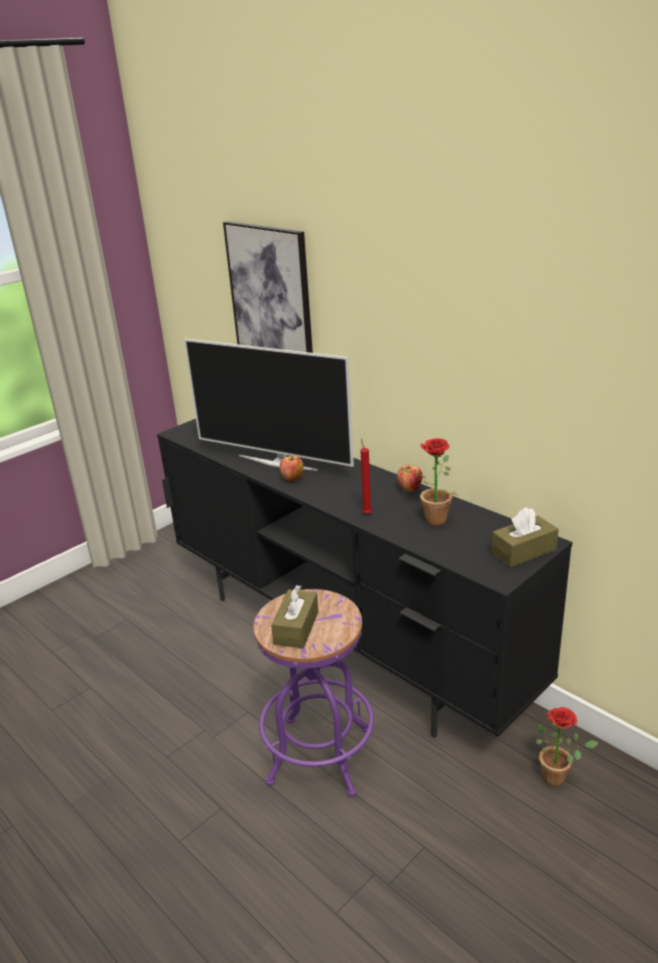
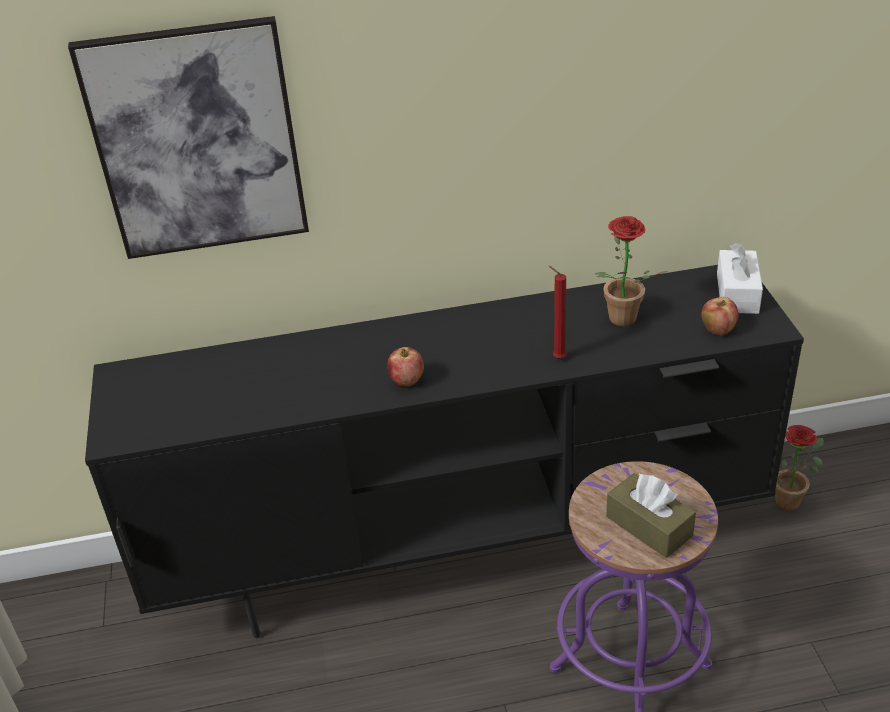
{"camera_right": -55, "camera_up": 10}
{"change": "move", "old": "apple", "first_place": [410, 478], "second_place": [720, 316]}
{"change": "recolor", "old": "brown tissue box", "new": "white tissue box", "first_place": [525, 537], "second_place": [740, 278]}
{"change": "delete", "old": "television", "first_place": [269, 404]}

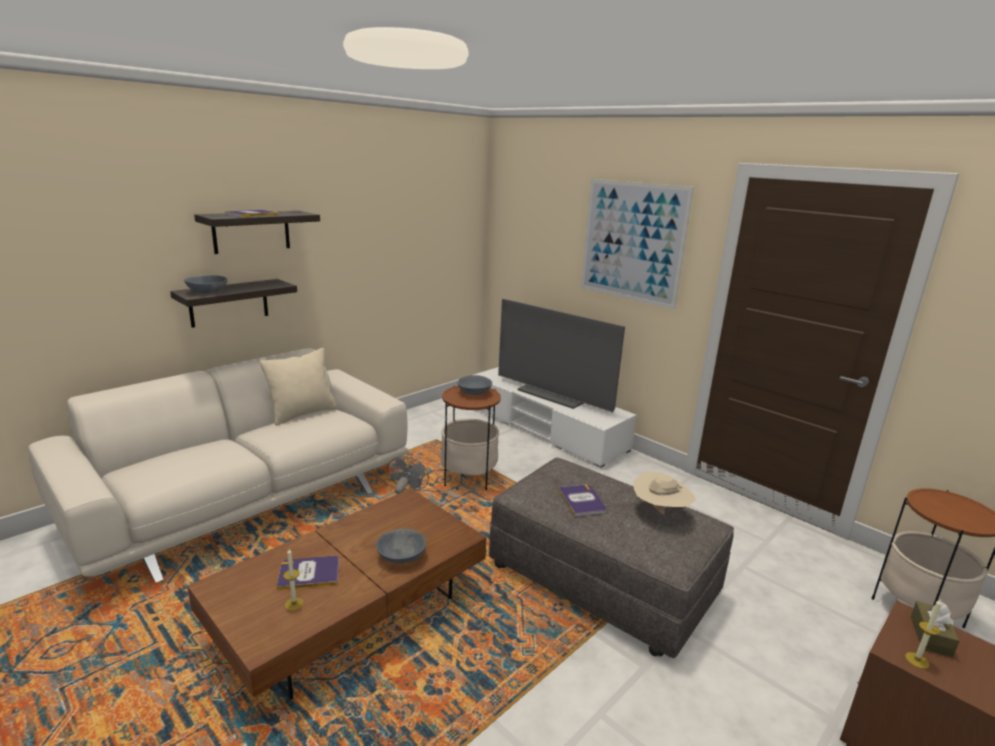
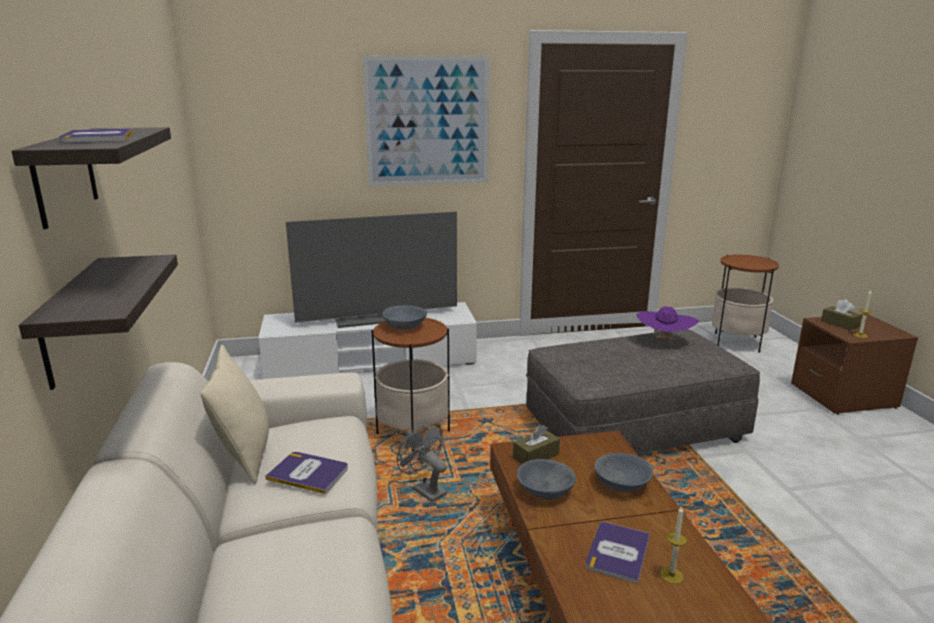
{"camera_right": -55, "camera_up": 0}
{"change": "move", "old": "book", "first_place": [582, 501], "second_place": [306, 473]}
{"change": "insert", "new": "brown tissue box", "second_place": [536, 444]}
{"change": "move", "old": "grey bowl", "first_place": [205, 284], "second_place": [546, 479]}
{"change": "recolor", "old": "beige hat", "new": "purple hat", "first_place": [664, 493], "second_place": [667, 323]}

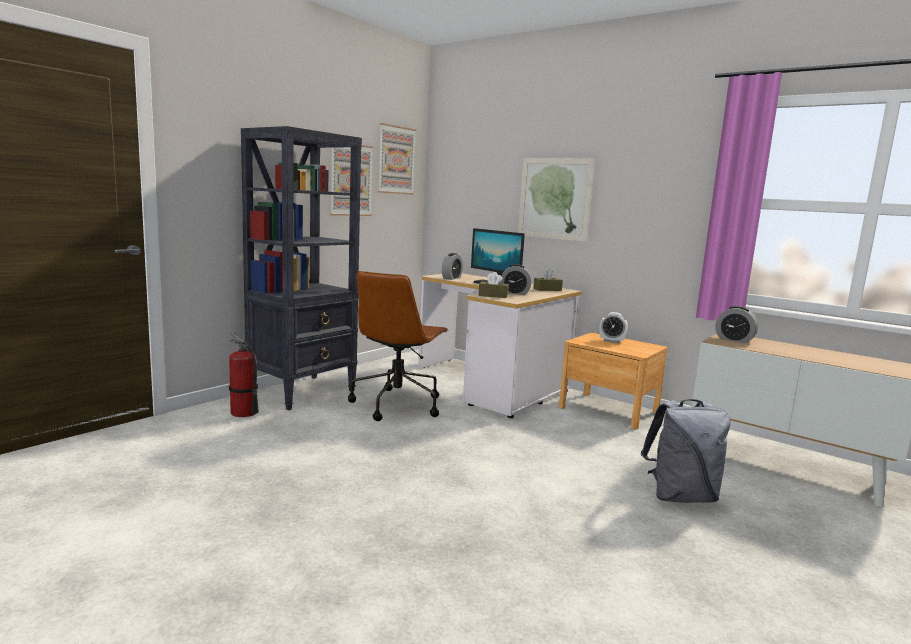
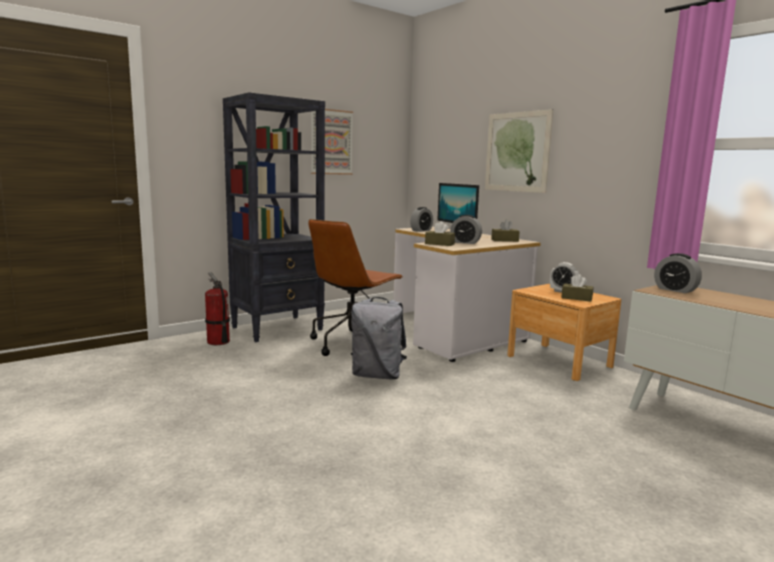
{"camera_right": 15, "camera_up": 0}
{"change": "move", "old": "grey backpack", "first_place": [685, 451], "second_place": [379, 338]}
{"change": "insert", "new": "brown tissue box", "second_place": [577, 288]}
{"change": "delete", "old": "picture", "first_place": [397, 159]}

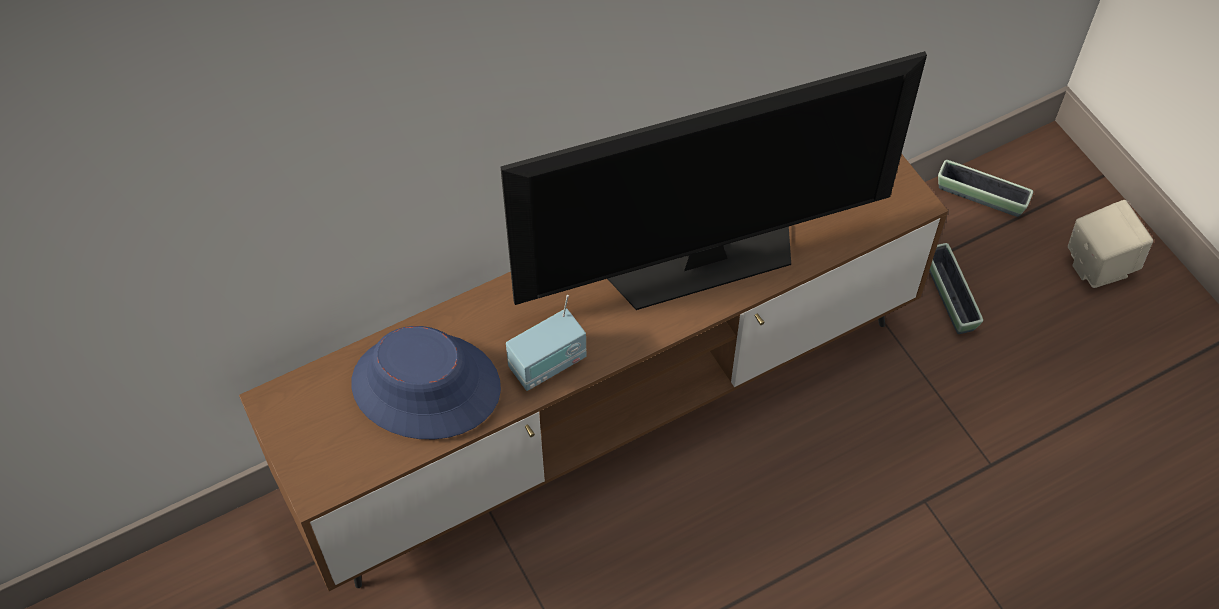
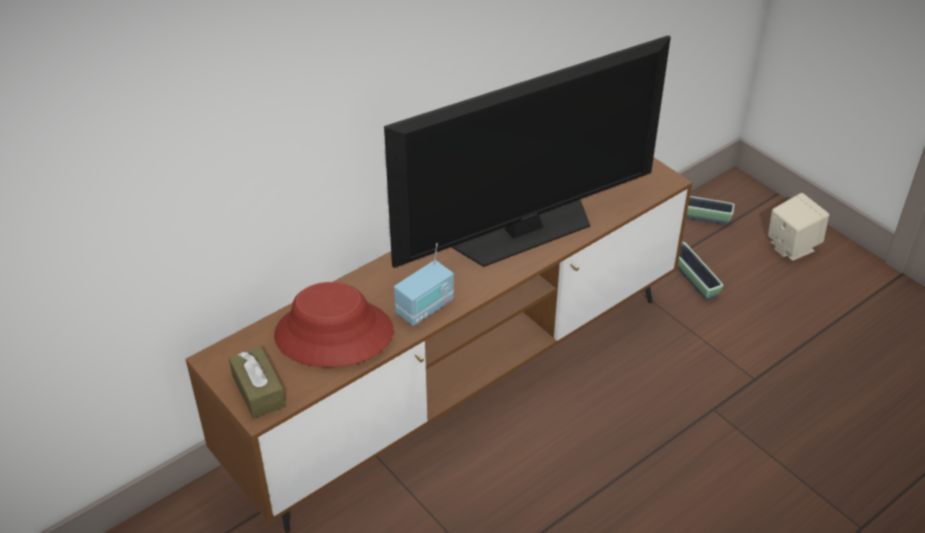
{"camera_right": -10, "camera_up": -15}
{"change": "insert", "new": "brown tissue box", "second_place": [257, 382]}
{"change": "recolor", "old": "blue hat", "new": "red hat", "first_place": [426, 382], "second_place": [334, 325]}

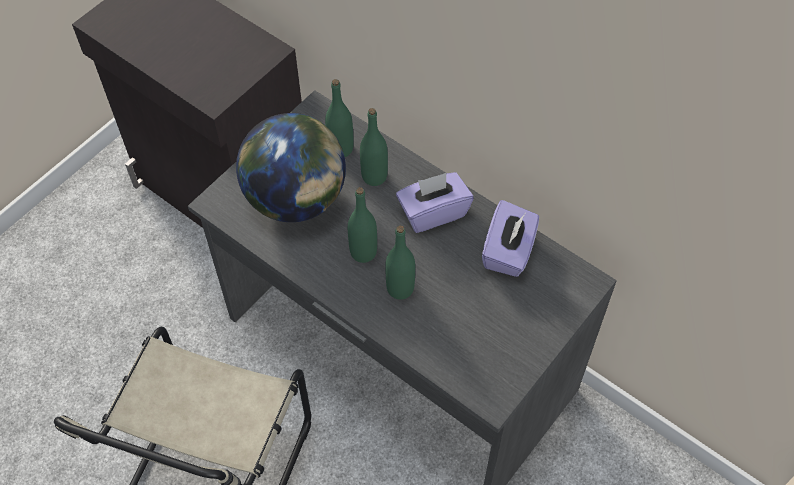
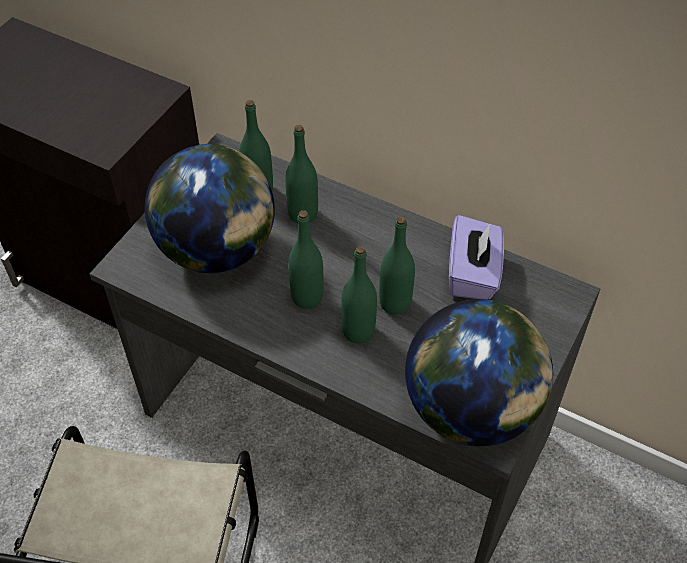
{"camera_right": -10, "camera_up": -5}
{"change": "insert", "new": "green bottle", "second_place": [397, 265]}
{"change": "insert", "new": "globe", "second_place": [479, 372]}
{"change": "delete", "old": "purple tissue box", "first_place": [434, 202]}

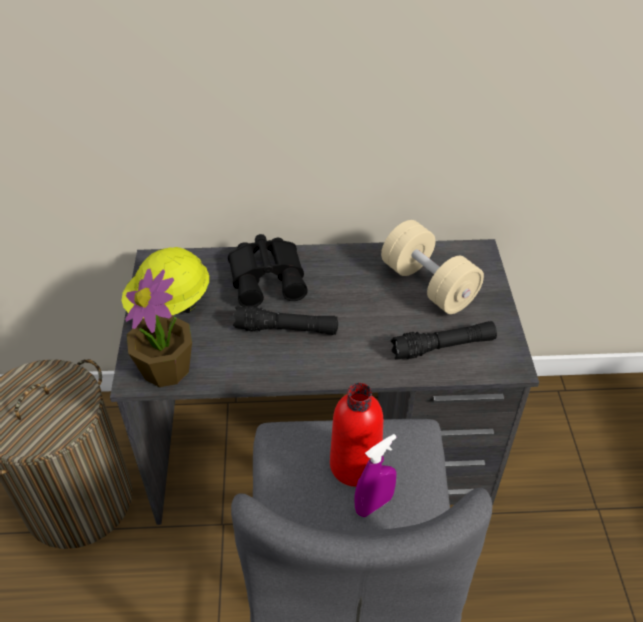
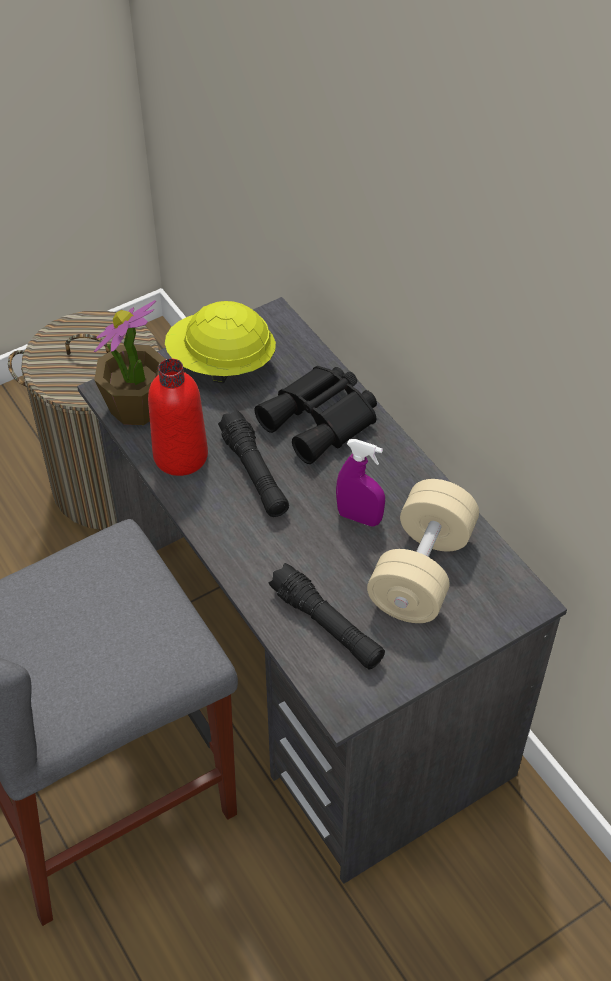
{"camera_right": 60, "camera_up": 5}
{"change": "move", "old": "red bottle", "first_place": [356, 435], "second_place": [178, 417]}
{"change": "move", "old": "purple spray bottle", "first_place": [375, 475], "second_place": [360, 483]}

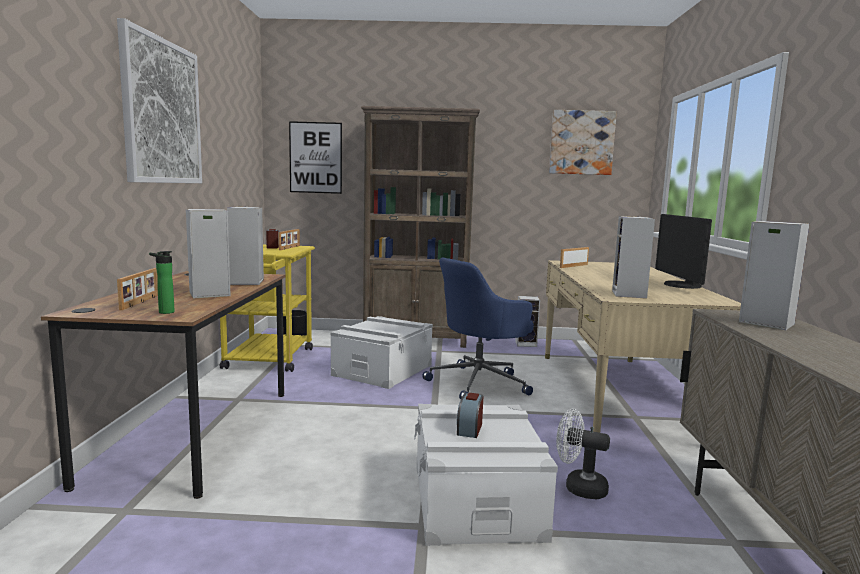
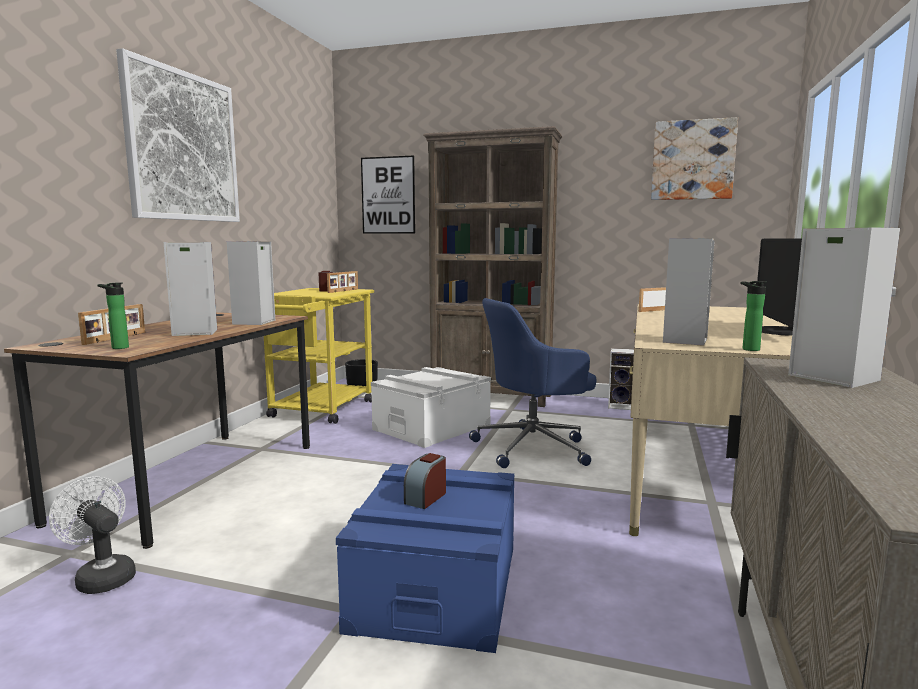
{"camera_right": 15, "camera_up": 0}
{"change": "move", "old": "white fan", "first_place": [583, 454], "second_place": [92, 535]}
{"change": "recolor", "old": "white storage box", "new": "blue storage box", "first_place": [486, 475], "second_place": [425, 558]}
{"change": "insert", "new": "bottle", "second_place": [753, 316]}

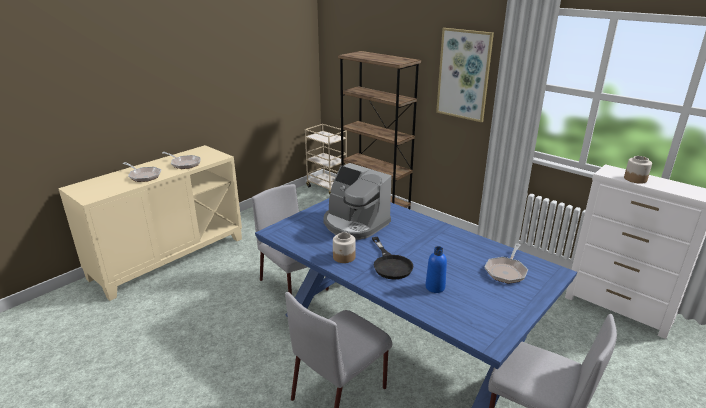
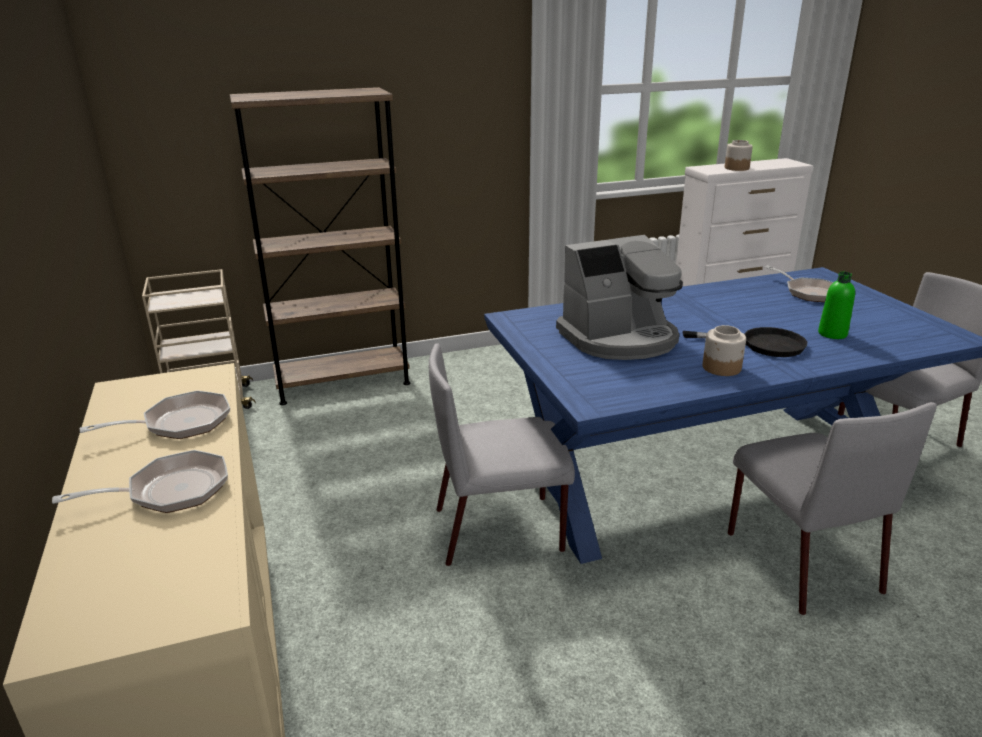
{"camera_right": -60, "camera_up": 0}
{"change": "recolor", "old": "blue bottle", "new": "green bottle", "first_place": [436, 269], "second_place": [836, 305]}
{"change": "delete", "old": "picture", "first_place": [465, 75]}

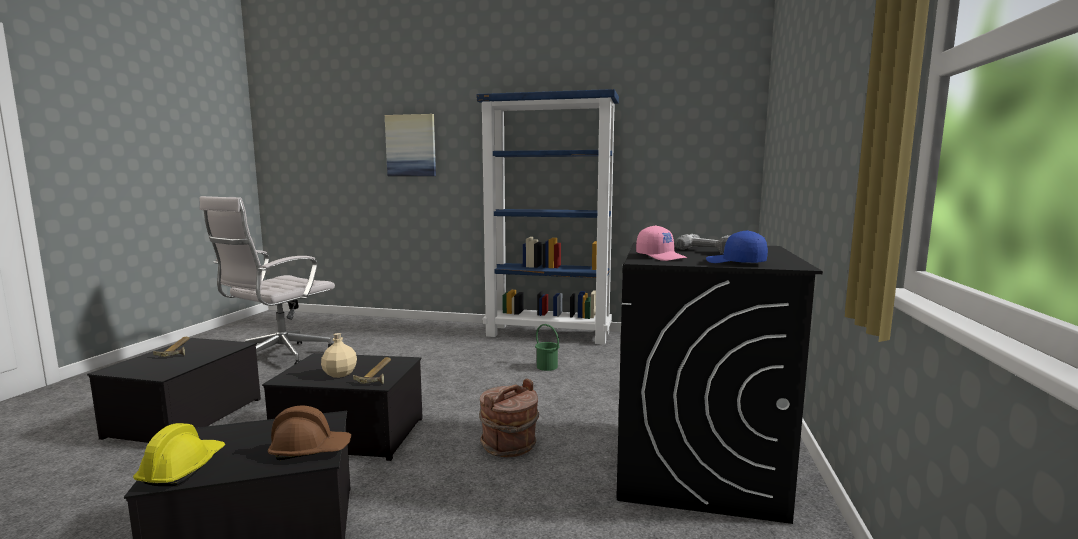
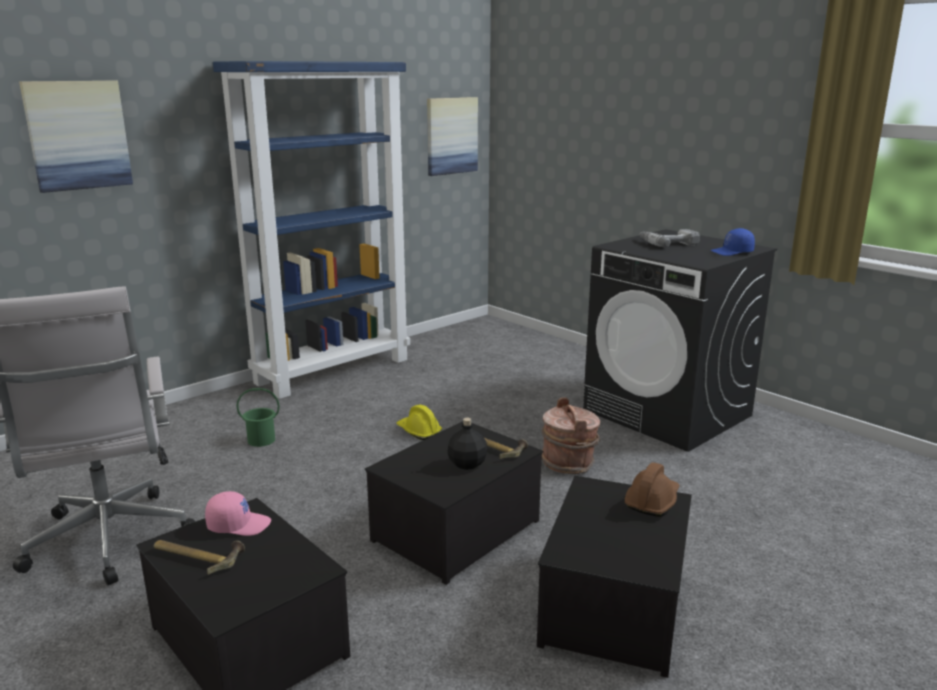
{"camera_right": -55, "camera_up": 10}
{"change": "move", "old": "pink cap", "first_place": [661, 243], "second_place": [238, 513]}
{"change": "move", "old": "green bucket", "first_place": [547, 347], "second_place": [258, 417]}
{"change": "move", "old": "yellow hard hat", "first_place": [179, 454], "second_place": [419, 422]}
{"change": "insert", "new": "picture", "second_place": [452, 136]}
{"change": "recolor", "old": "beige bottle", "new": "black bottle", "first_place": [339, 355], "second_place": [467, 444]}

